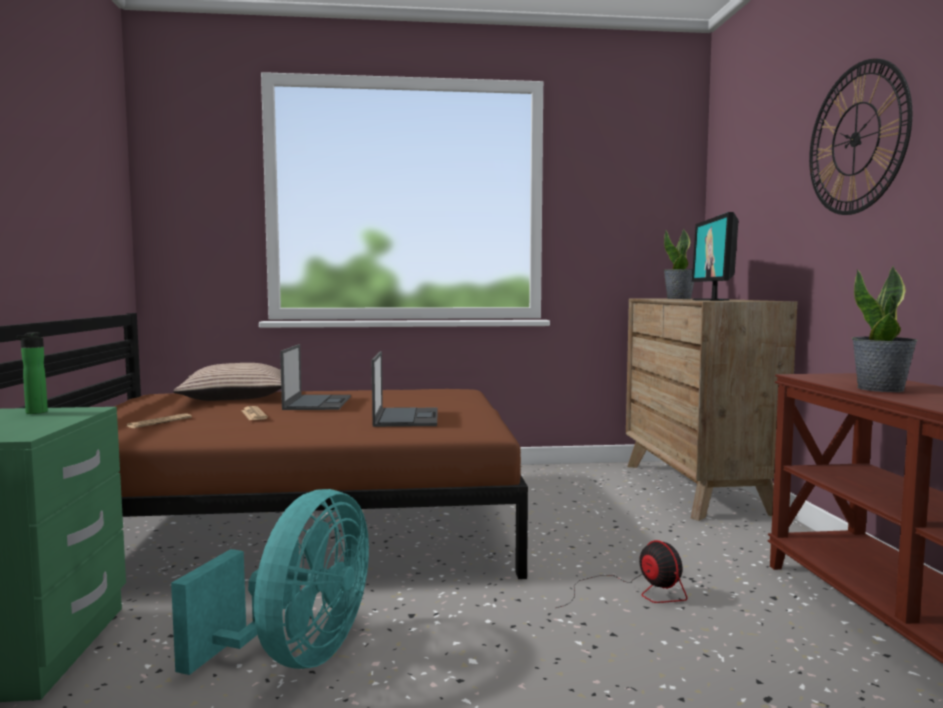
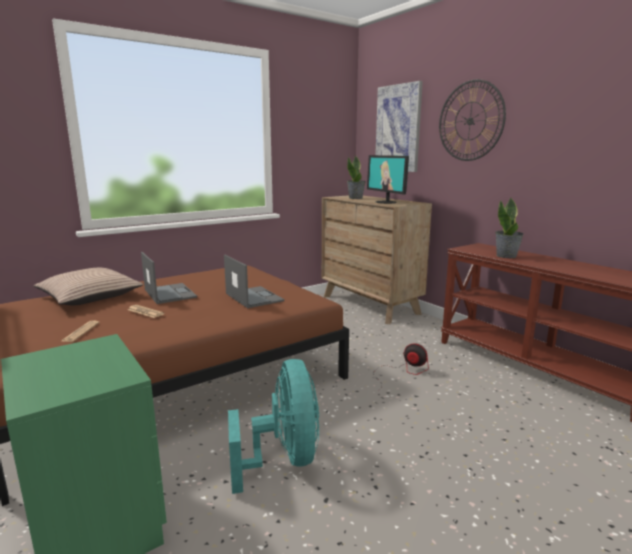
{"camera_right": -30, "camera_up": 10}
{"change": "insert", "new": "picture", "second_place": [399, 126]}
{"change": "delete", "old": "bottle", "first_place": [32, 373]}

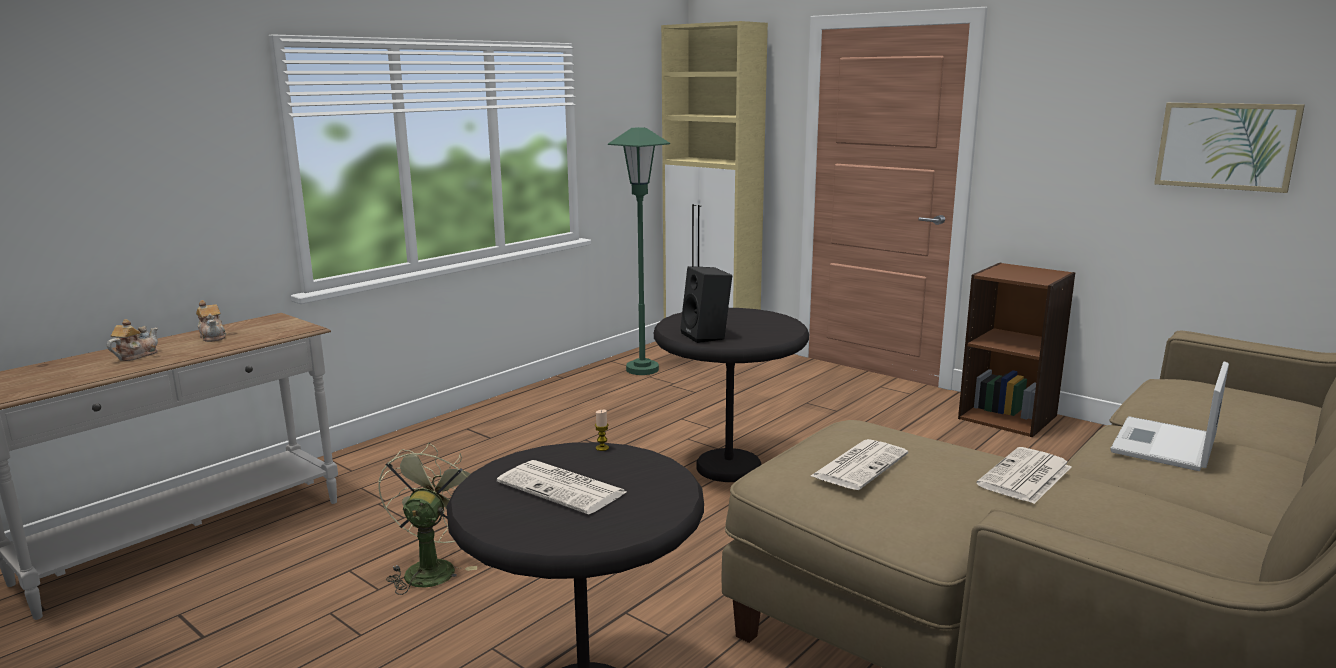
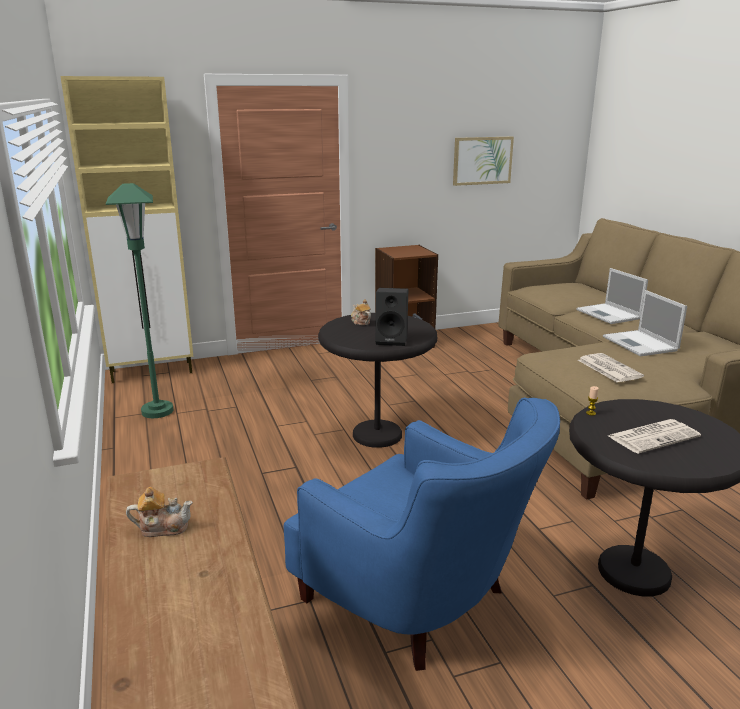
{"camera_right": -60, "camera_up": 5}
{"change": "replace", "old": "green fan", "new": "blue armchair", "first_place": [427, 519], "second_place": [422, 534]}
{"change": "move", "old": "teapot", "first_place": [132, 340], "second_place": [361, 312]}
{"change": "replace", "old": "newspaper", "new": "laptop", "first_place": [1024, 475], "second_place": [645, 323]}

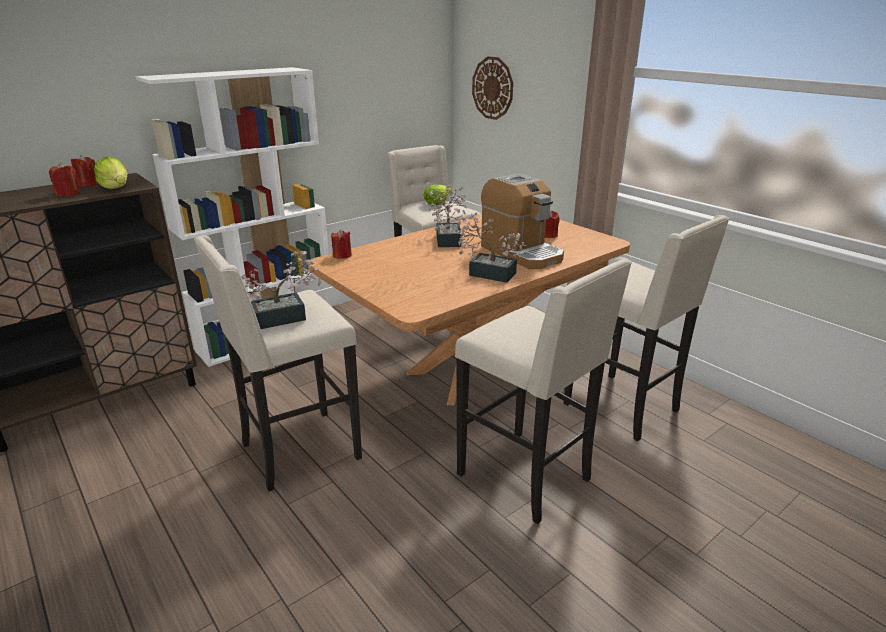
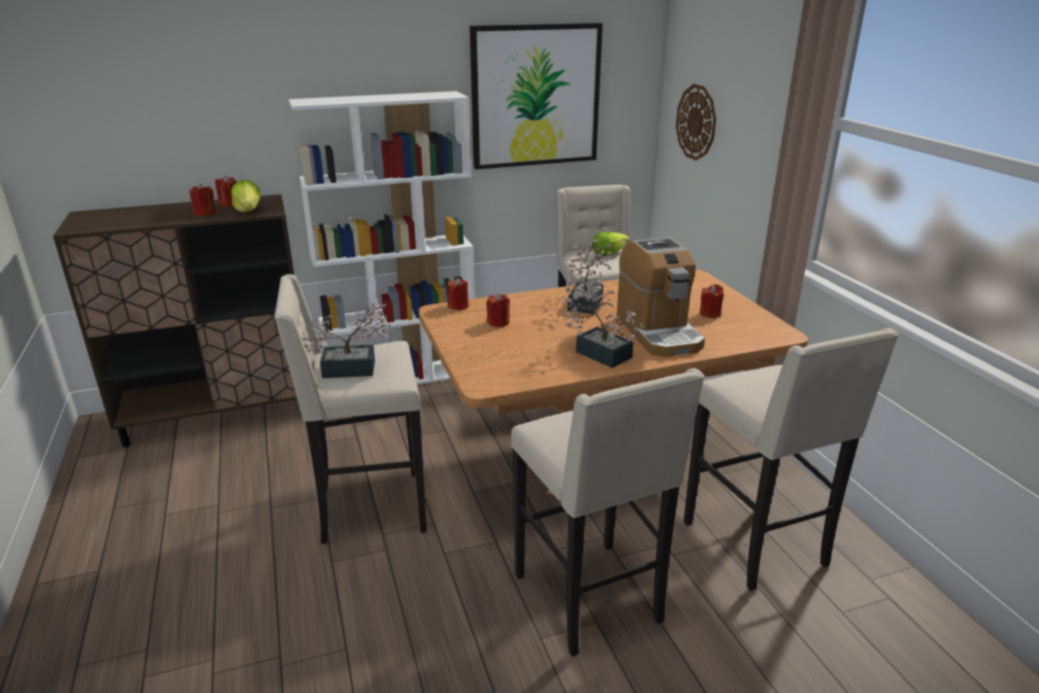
{"camera_right": 20, "camera_up": 0}
{"change": "insert", "new": "picture", "second_place": [536, 96]}
{"change": "insert", "new": "red candle", "second_place": [498, 310]}

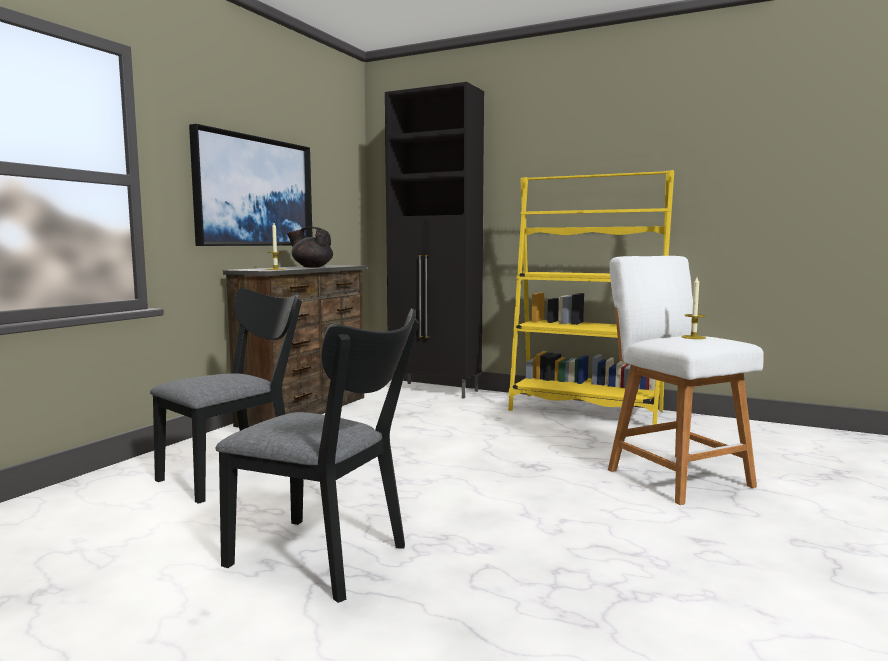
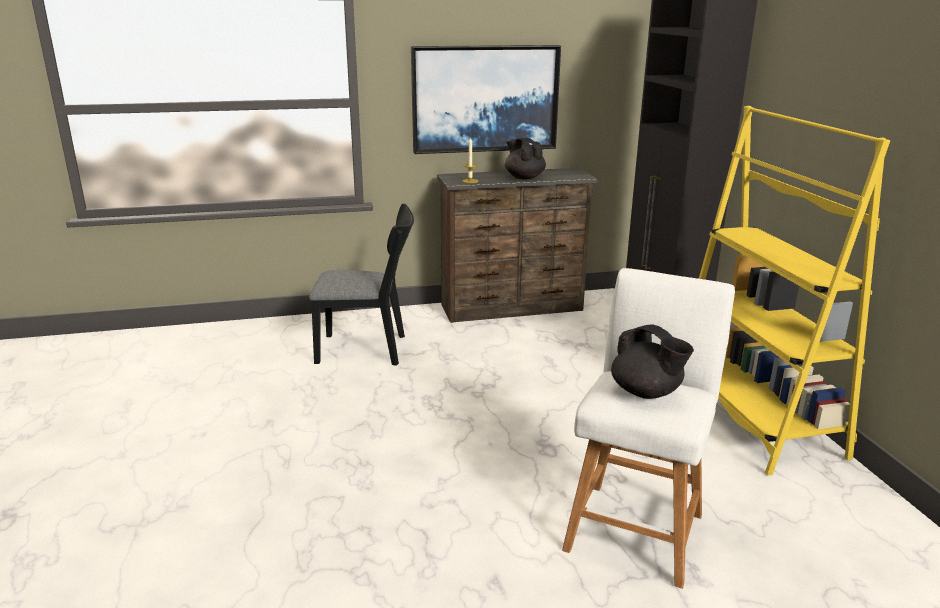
{"camera_right": 50, "camera_up": 15}
{"change": "replace", "old": "candle", "new": "black teapot", "first_place": [694, 308], "second_place": [652, 362]}
{"change": "delete", "old": "black chair", "first_place": [317, 456]}

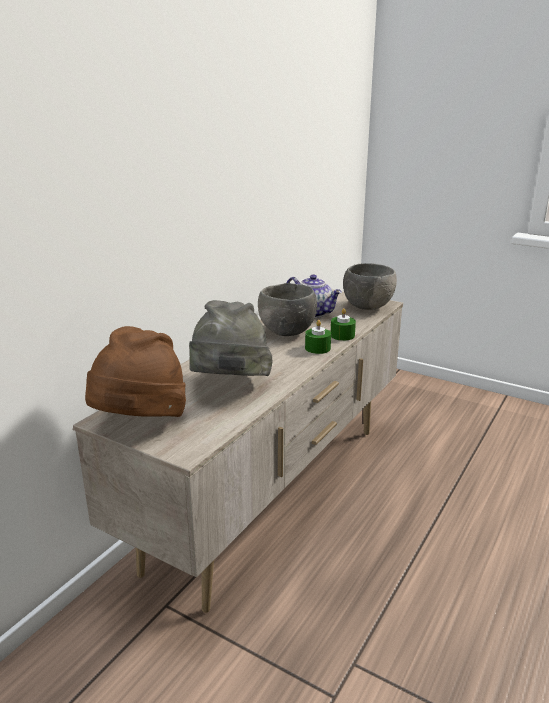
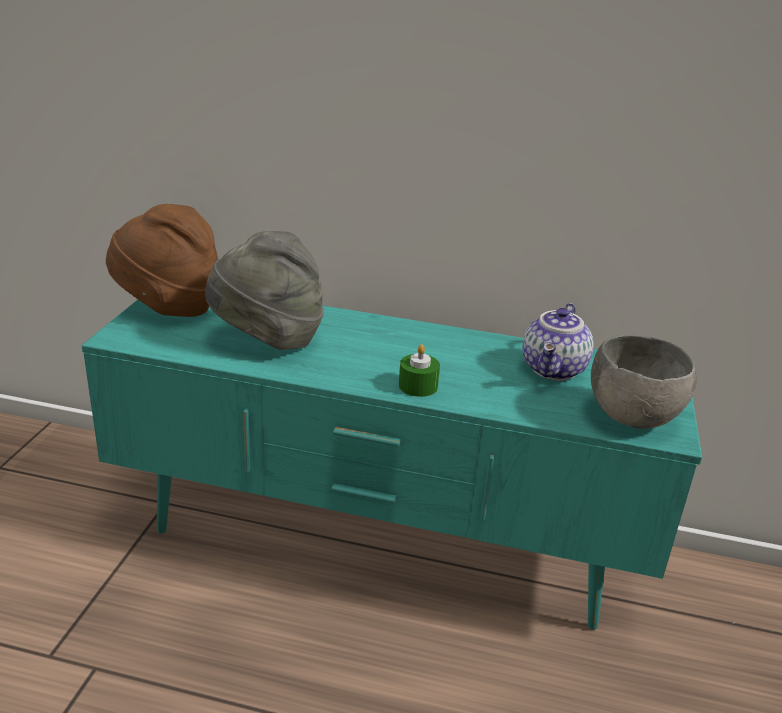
{"camera_right": 70, "camera_up": 5}
{"change": "recolor", "old": "beige tv stand", "new": "turquoise tv stand", "first_place": [238, 451], "second_place": [391, 465]}
{"change": "delete", "old": "grey bowl", "first_place": [287, 309]}
{"change": "delete", "old": "green candle", "first_place": [343, 324]}

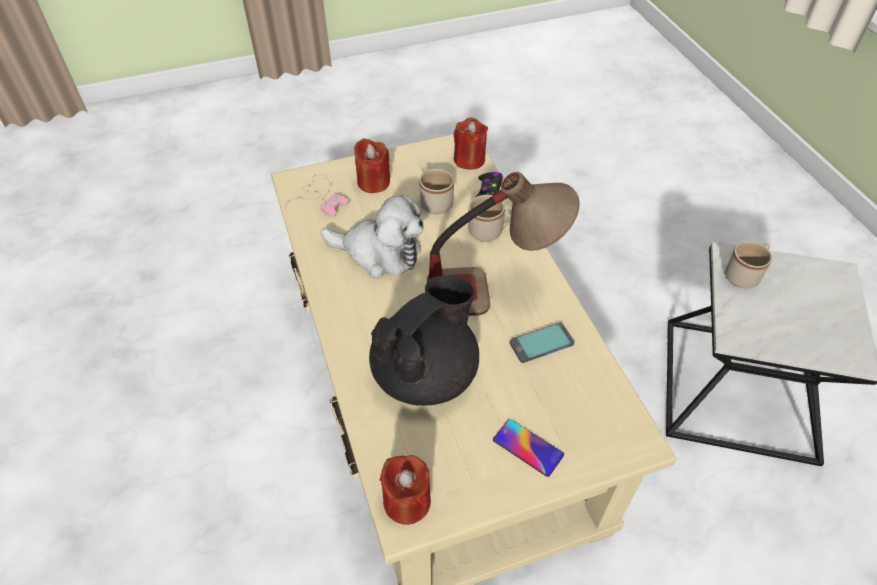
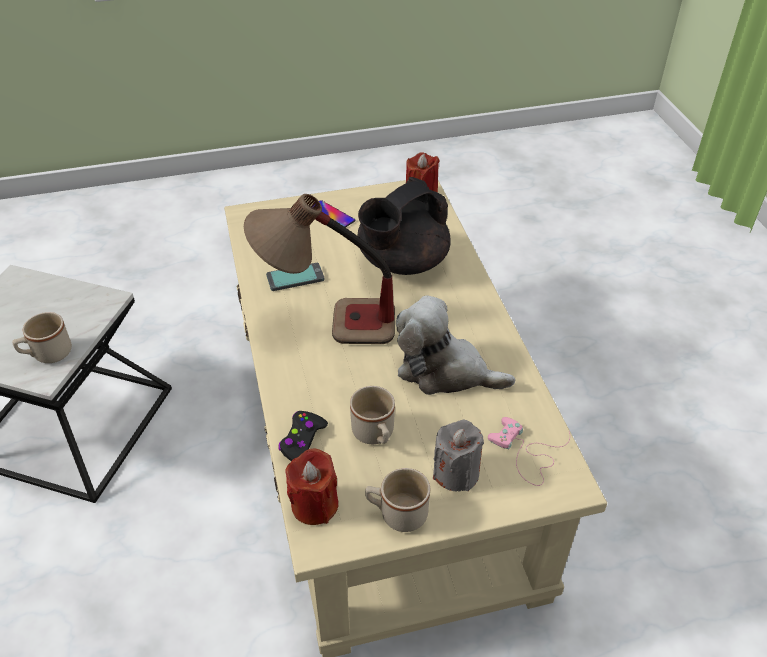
{"camera_right": -175, "camera_up": -5}
{"change": "move", "old": "beige mug", "first_place": [490, 218], "second_place": [397, 500]}
{"change": "recolor", "old": "red candle", "new": "grey candle", "first_place": [372, 165], "second_place": [458, 456]}

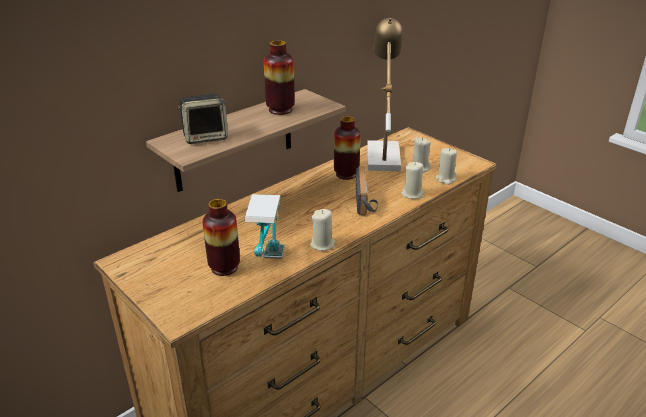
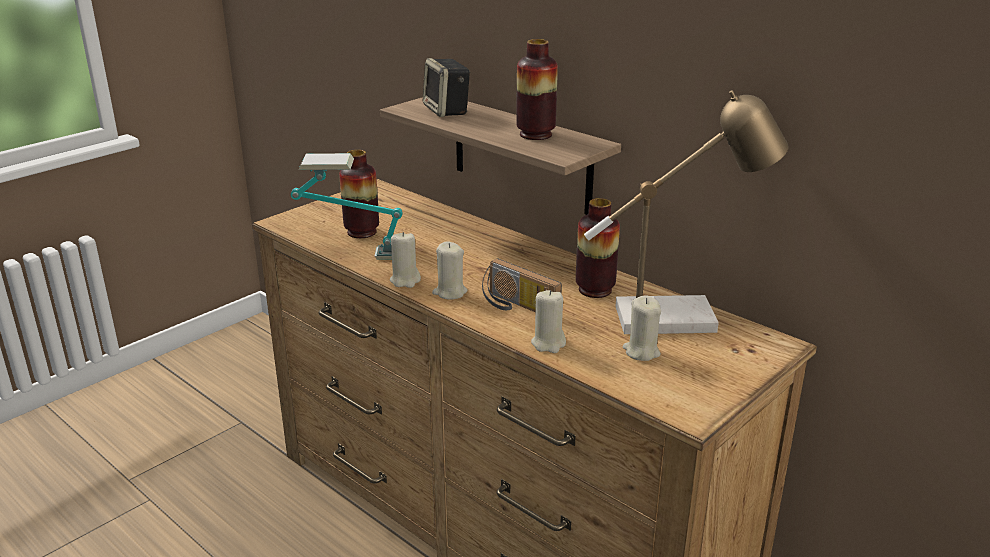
{"camera_right": 85, "camera_up": -5}
{"change": "move", "old": "beige candle", "first_place": [446, 166], "second_place": [450, 270]}
{"change": "rotate", "old": "radio", "first_place": [367, 190], "second_place": [522, 285], "degrees": 45}

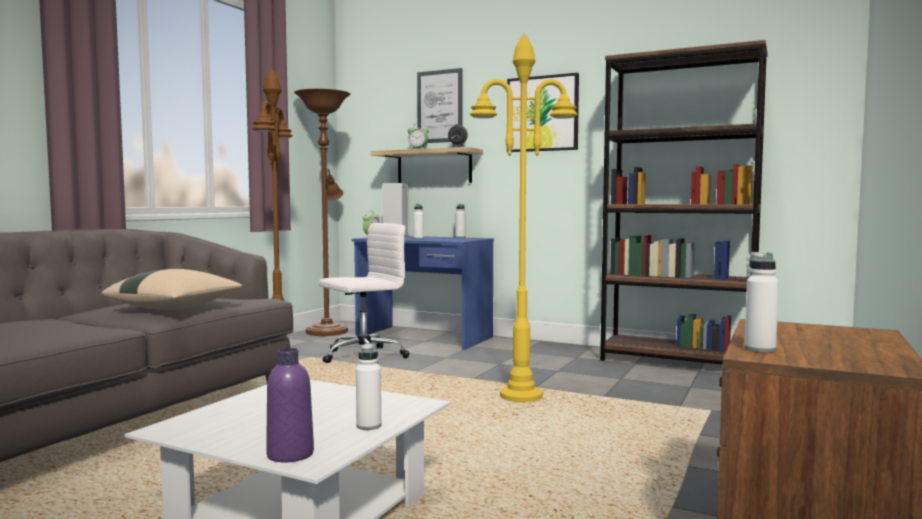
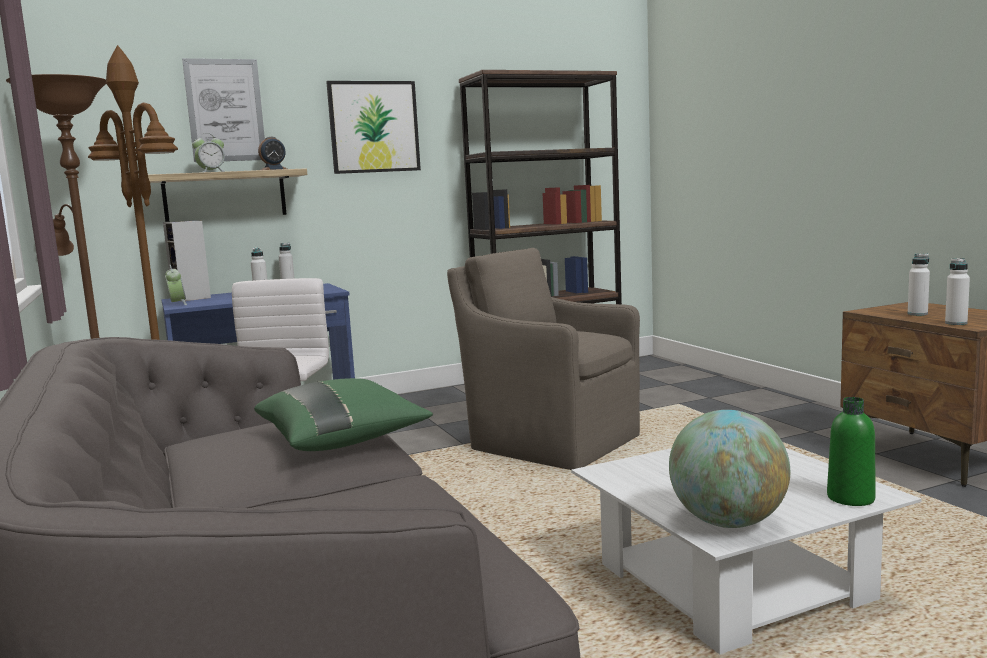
{"camera_right": -50, "camera_up": 5}
{"change": "recolor", "old": "beige pillow", "new": "green pillow", "first_place": [172, 289], "second_place": [343, 414]}
{"change": "replace", "old": "yellow floor lamp", "new": "brown armchair", "first_place": [524, 217], "second_place": [543, 359]}
{"change": "insert", "new": "globe", "second_place": [729, 469]}
{"change": "recolor", "old": "purple bottle", "new": "green bottle", "first_place": [290, 405], "second_place": [851, 451]}
{"change": "move", "old": "white bottle", "first_place": [368, 386], "second_place": [919, 285]}

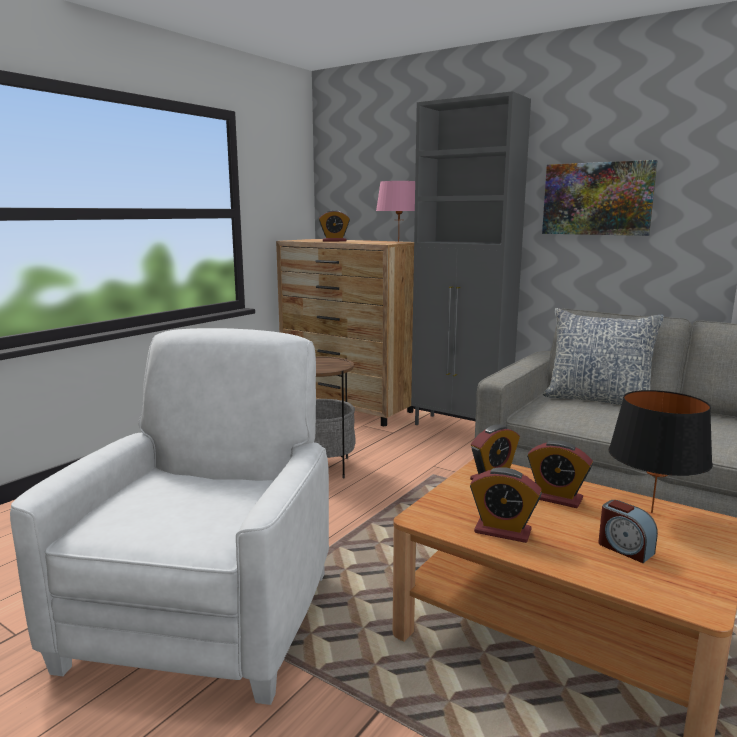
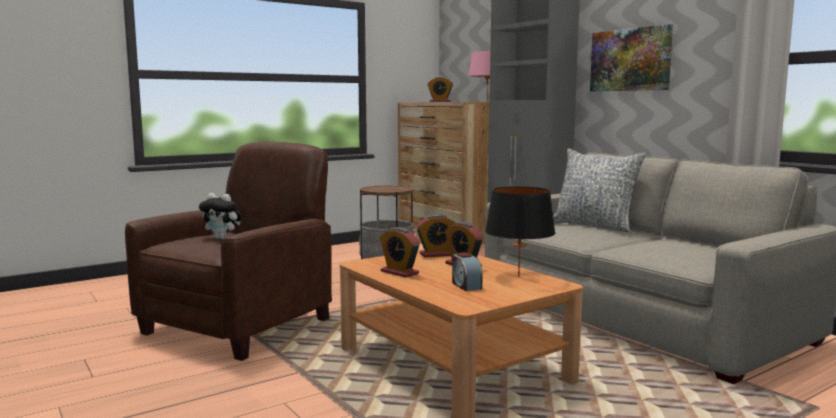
{"camera_right": 20, "camera_up": -5}
{"change": "recolor", "old": "white armchair", "new": "brown armchair", "first_place": [169, 516], "second_place": [228, 251]}
{"change": "insert", "new": "plush toy", "second_place": [220, 216]}

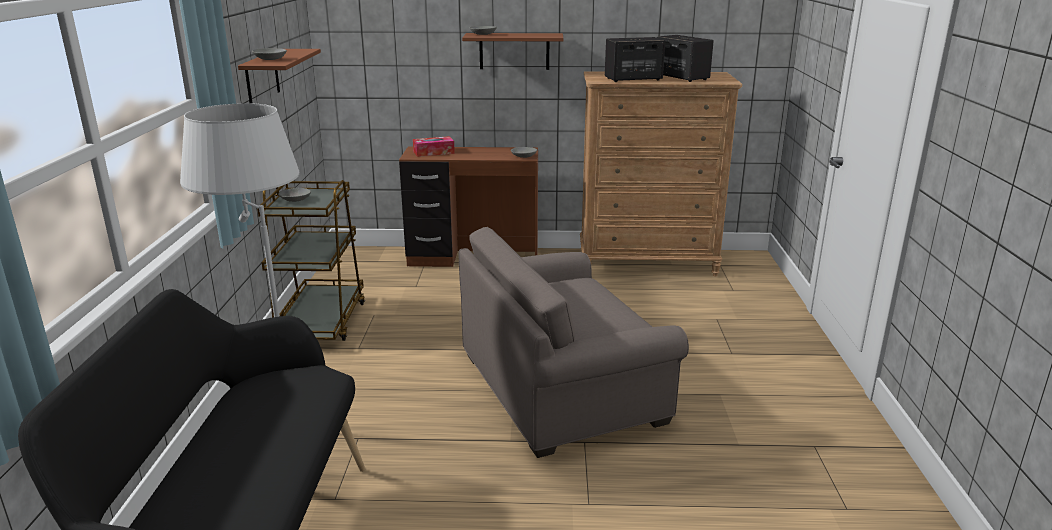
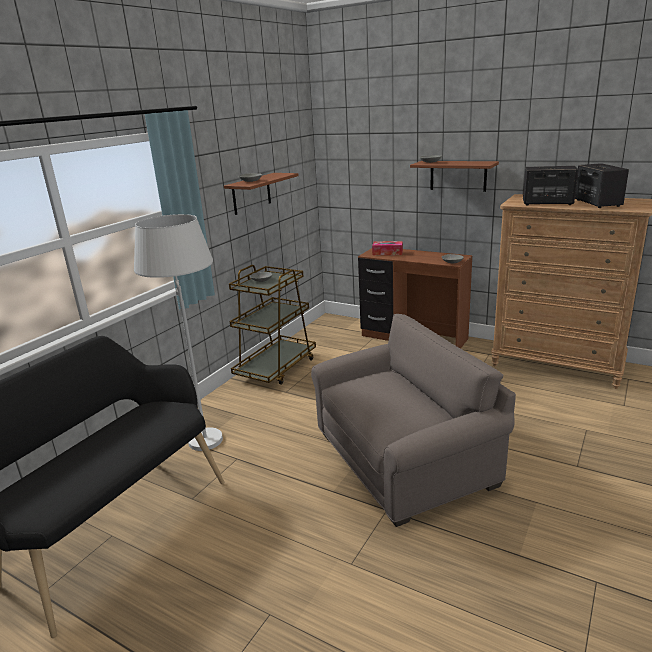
{"camera_right": 30, "camera_up": 0}
{"change": "rotate", "old": "grey armchair", "first_place": [573, 342], "second_place": [413, 420], "degrees": 150}

